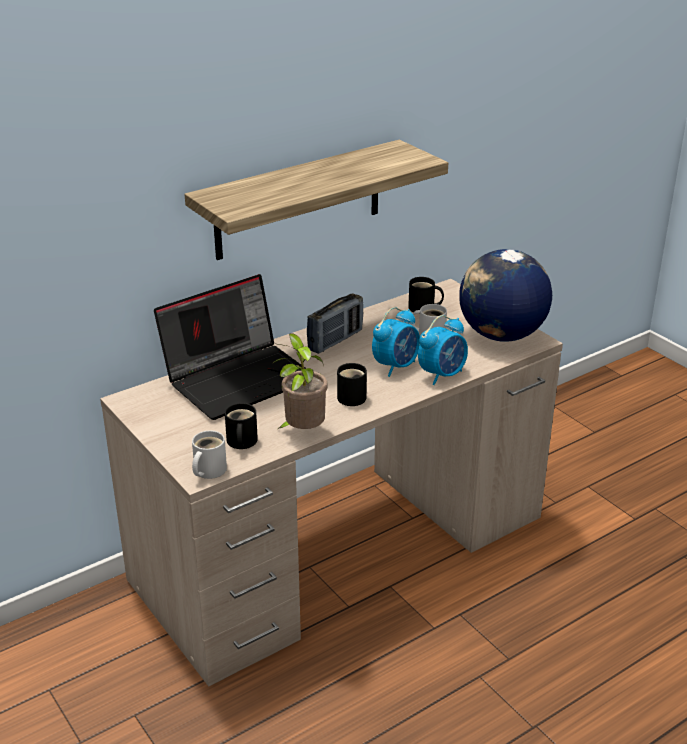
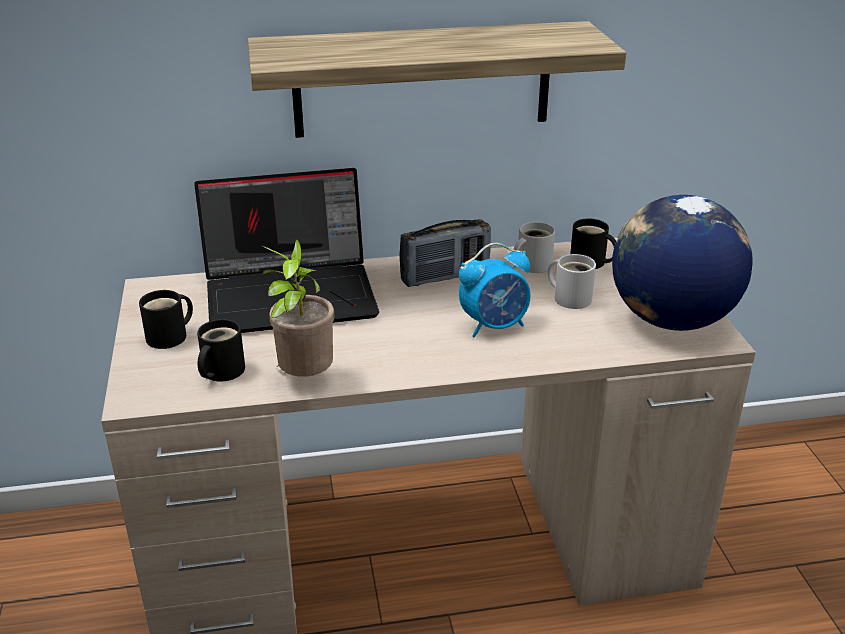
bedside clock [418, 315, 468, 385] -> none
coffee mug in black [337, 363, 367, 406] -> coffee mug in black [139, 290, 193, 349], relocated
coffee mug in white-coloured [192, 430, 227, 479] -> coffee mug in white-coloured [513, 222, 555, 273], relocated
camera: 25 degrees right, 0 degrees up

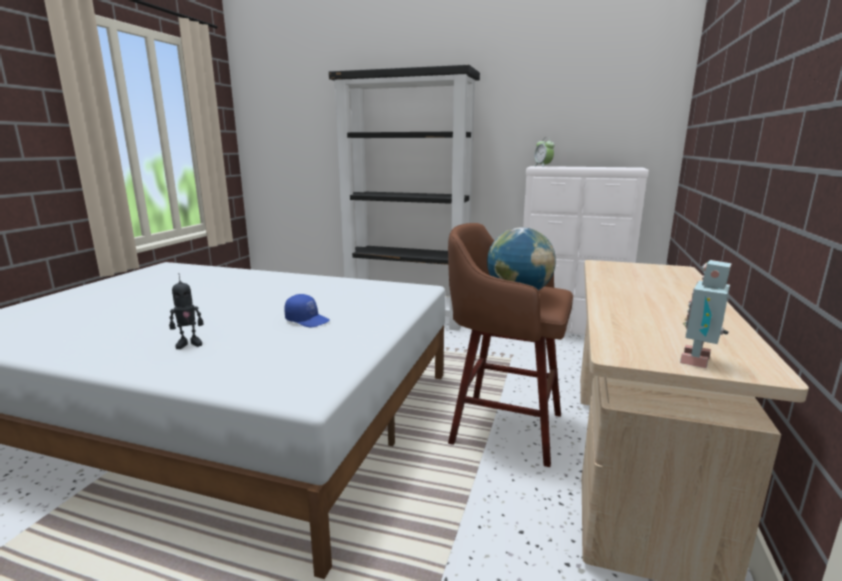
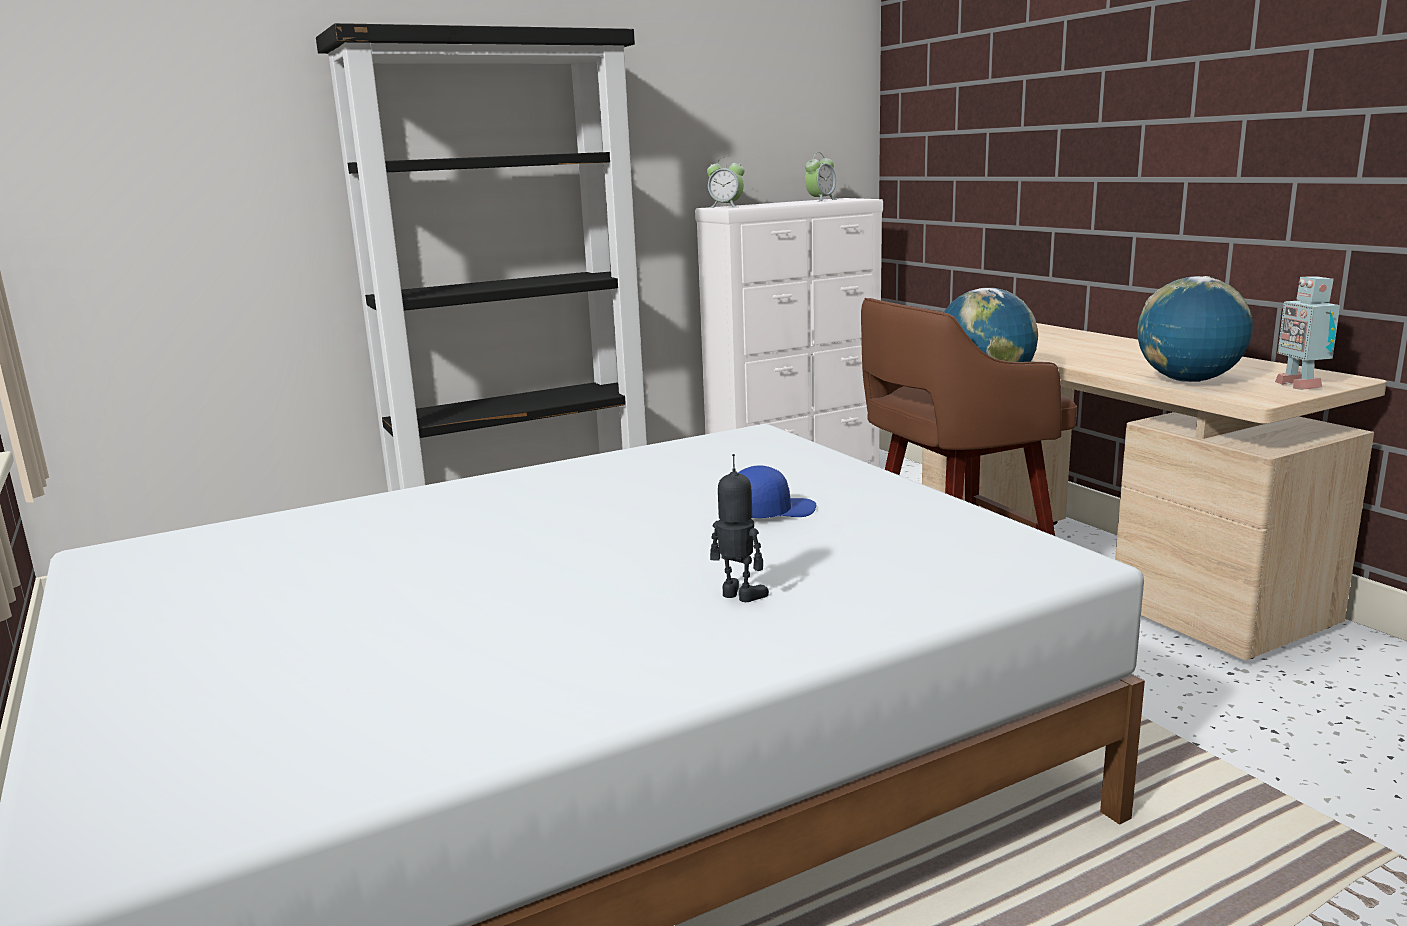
toy robot [169, 273, 204, 349] -> toy robot [710, 454, 769, 602], 75 degrees counterclockwise
none -> bedside clock [805, 153, 837, 202]
none -> world globe [1137, 276, 1253, 382]
camera: 45 degrees left, 0 degrees up

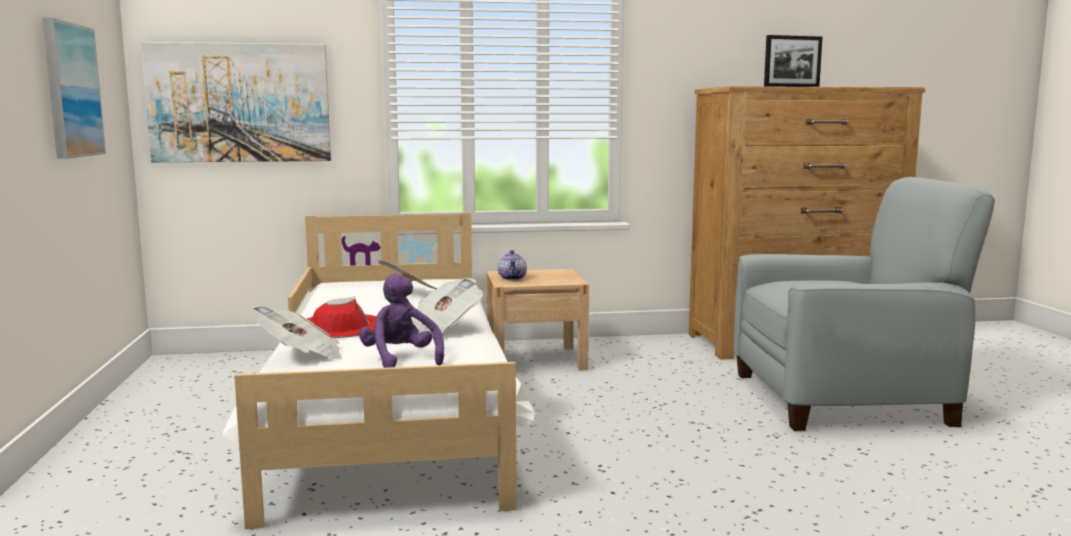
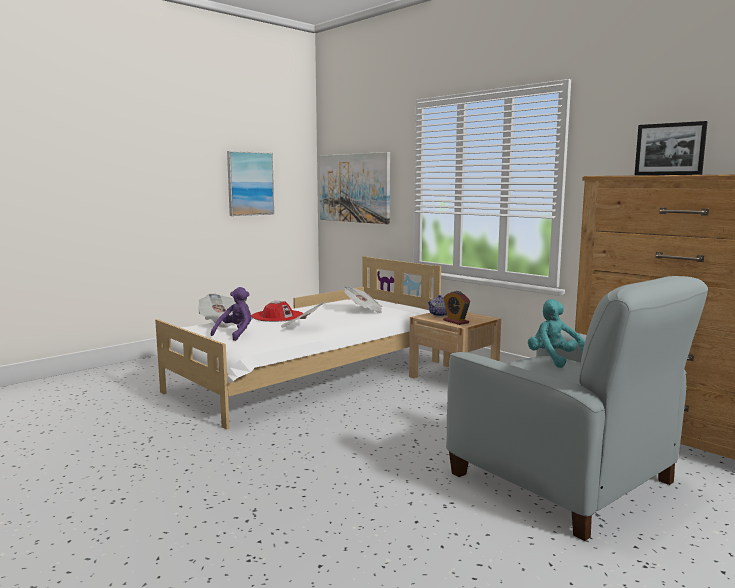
none -> bedside clock [443, 291, 470, 325]
none -> cuddly toy in turquoise [528, 299, 585, 368]
camera: 55 degrees right, 0 degrees up

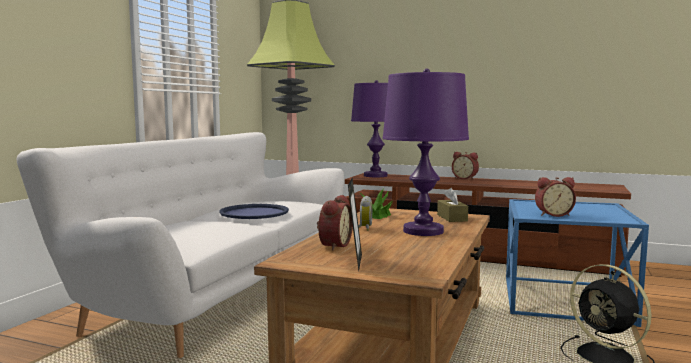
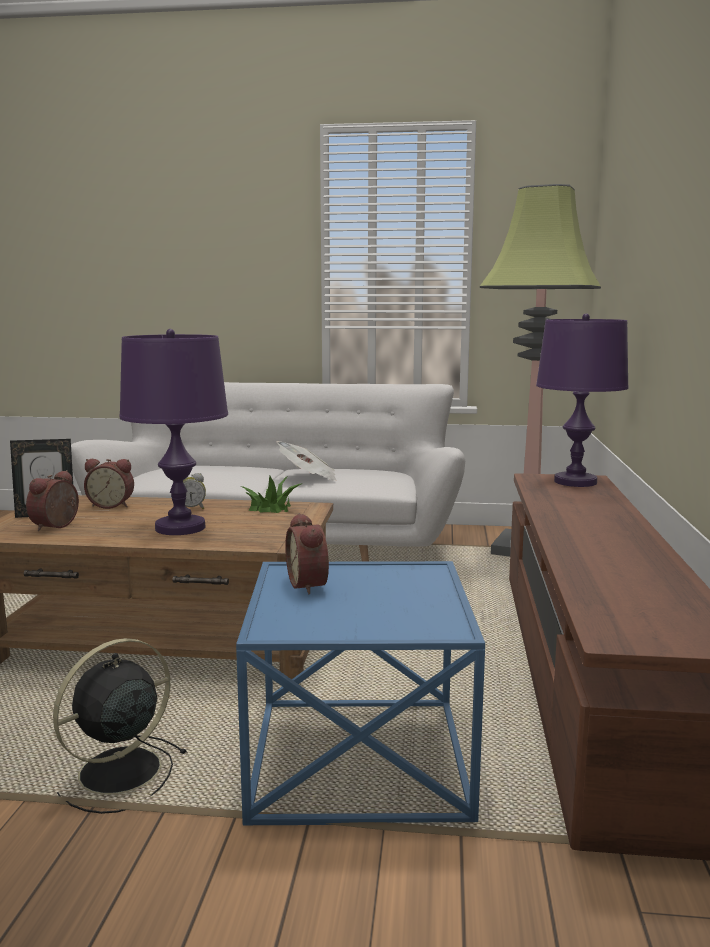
bedside clock [452, 152, 479, 180] -> bedside clock [26, 470, 79, 531], relocated
box of tissues in brown-coloured [437, 188, 468, 222] -> none
serving tray in blue-coloured [219, 204, 289, 219] -> printed paper [276, 441, 337, 481]
camera: 75 degrees right, 5 degrees up

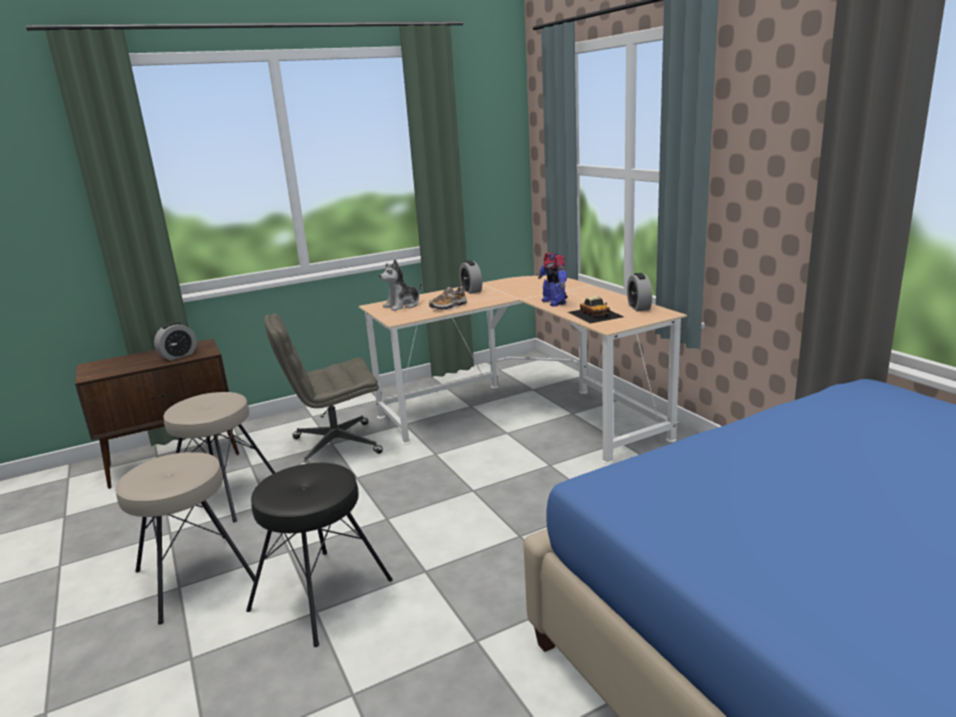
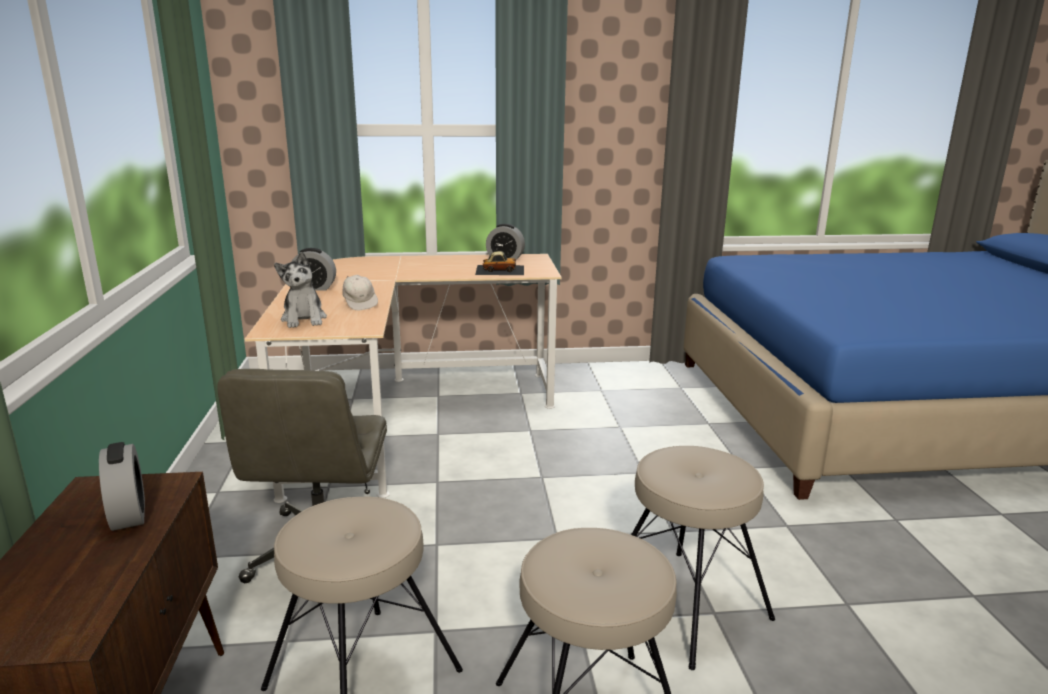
toy robot [538, 252, 568, 307] -> none
shoe [429, 287, 467, 310] -> peaked cap in white-coloured [343, 275, 378, 310]
stool seat in black [246, 463, 393, 647] -> stool seat in beige-coloured [631, 446, 775, 670]
camera: 70 degrees left, 0 degrees up

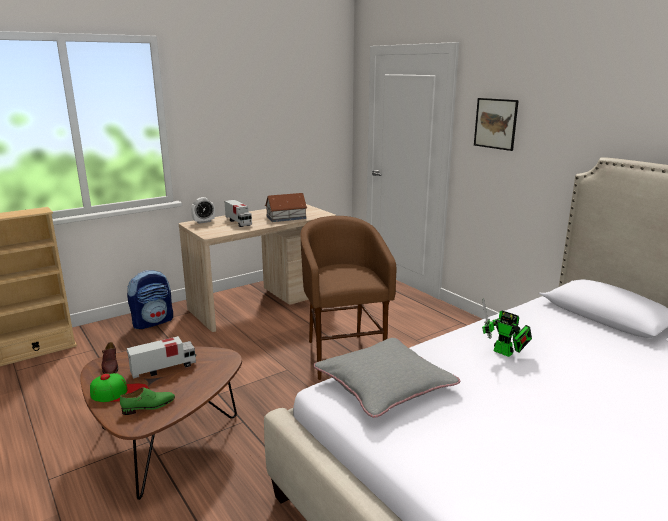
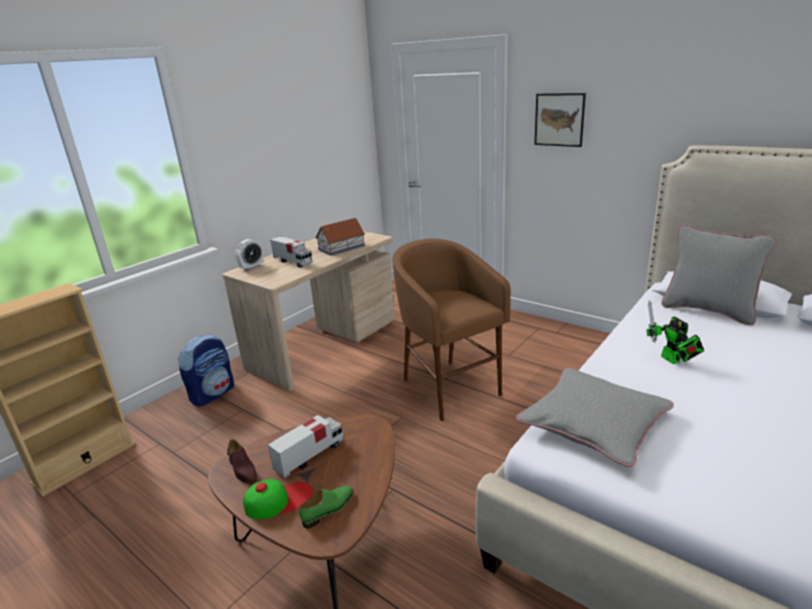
toy robot [482, 299, 532, 357] -> toy robot [646, 301, 704, 364], 45 degrees clockwise
none -> cushion in greyish [661, 224, 777, 325]
camera: 15 degrees left, 5 degrees up

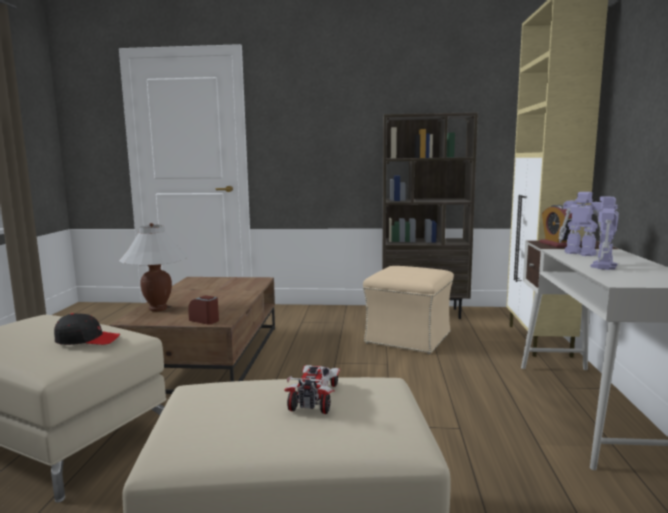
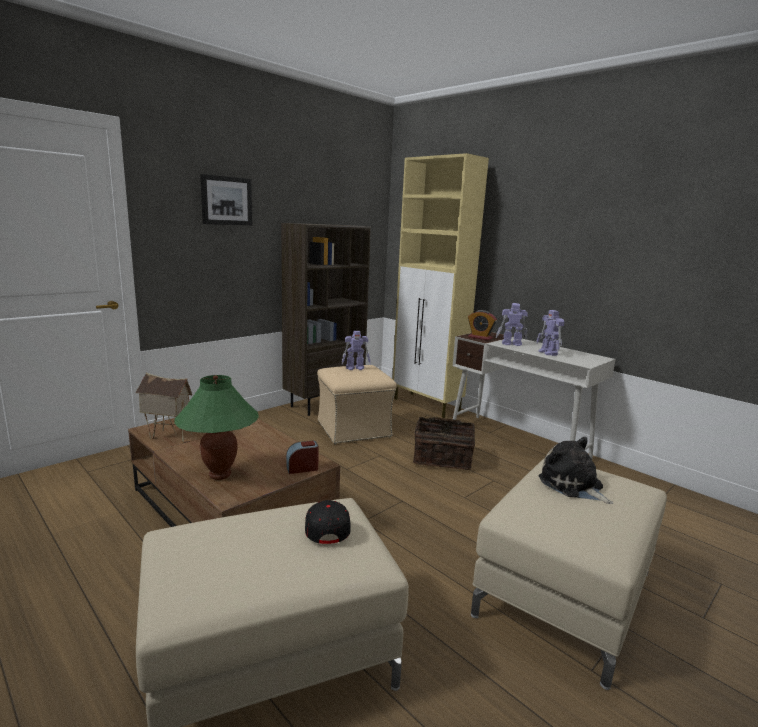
table lamp in white-coloured [119, 223, 188, 312] -> table lamp in green-coloured [174, 375, 259, 480]
peaked cap in black [54, 313, 120, 345] -> peaked cap in black [305, 500, 351, 544], 45 degrees counterclockwise
model car [284, 365, 341, 414] -> cuddly toy [539, 437, 613, 504]
none -> wall art [200, 174, 252, 225]
none -> toy robot [341, 331, 371, 370]
none -> miniature house [135, 373, 192, 442]
none -> household basket [413, 415, 475, 470]
camera: 50 degrees left, 5 degrees up

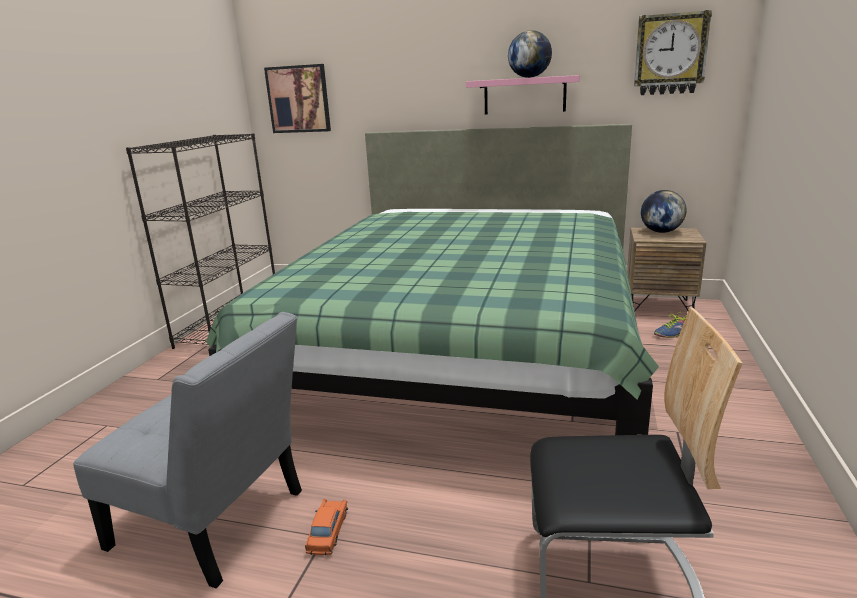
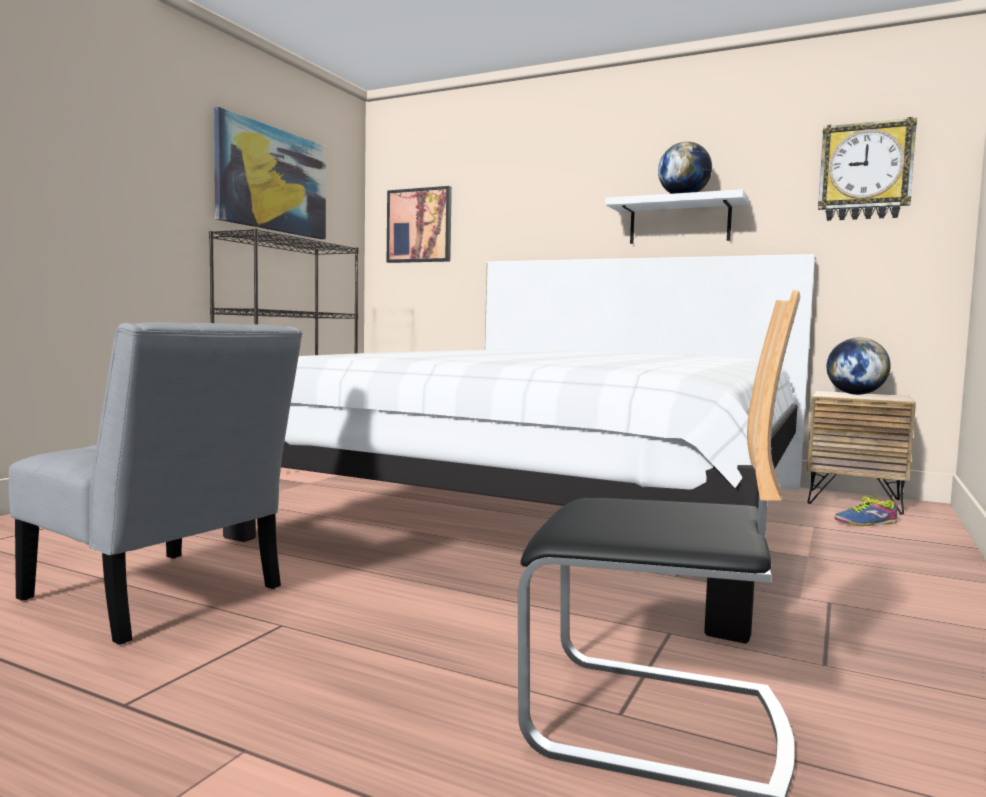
bracket shelf in pink-coloured [466, 75, 580, 115] -> bracket shelf in white-coloured [605, 189, 749, 244]
bedroom bed in green-coloured [206, 124, 659, 435] -> bedroom bed in white-coloured [223, 254, 815, 644]
model car in orange-coloured [305, 499, 348, 555] -> none
none -> wall art [214, 107, 326, 239]
camera: 10 degrees right, 15 degrees down

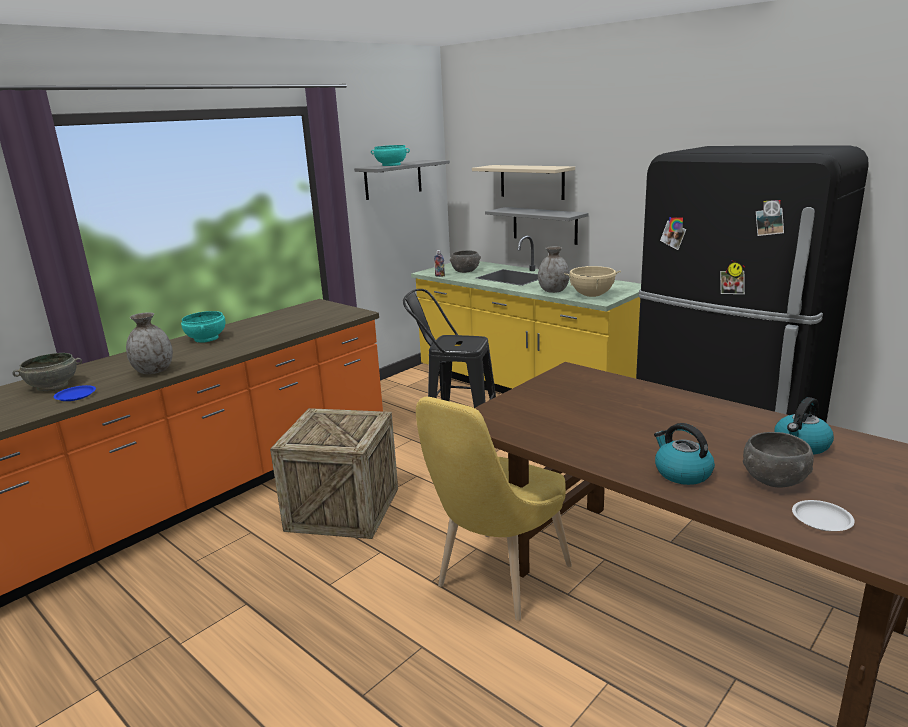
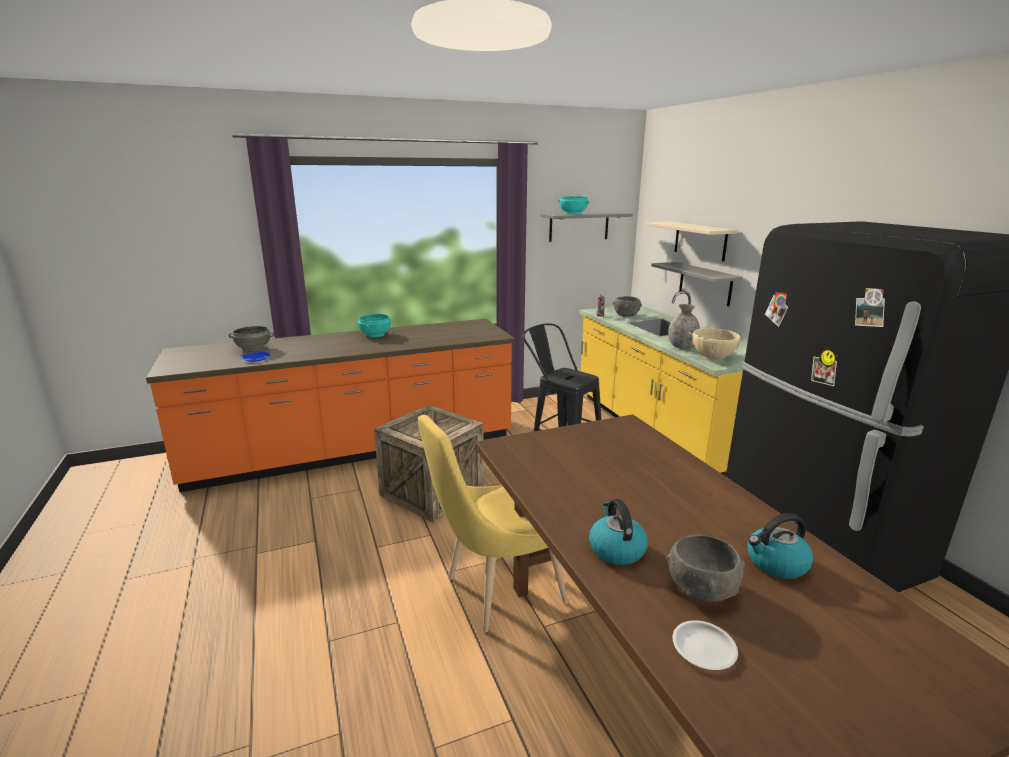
flower vase in greyish [126, 312, 173, 374] -> none
camera: 25 degrees right, 0 degrees up

